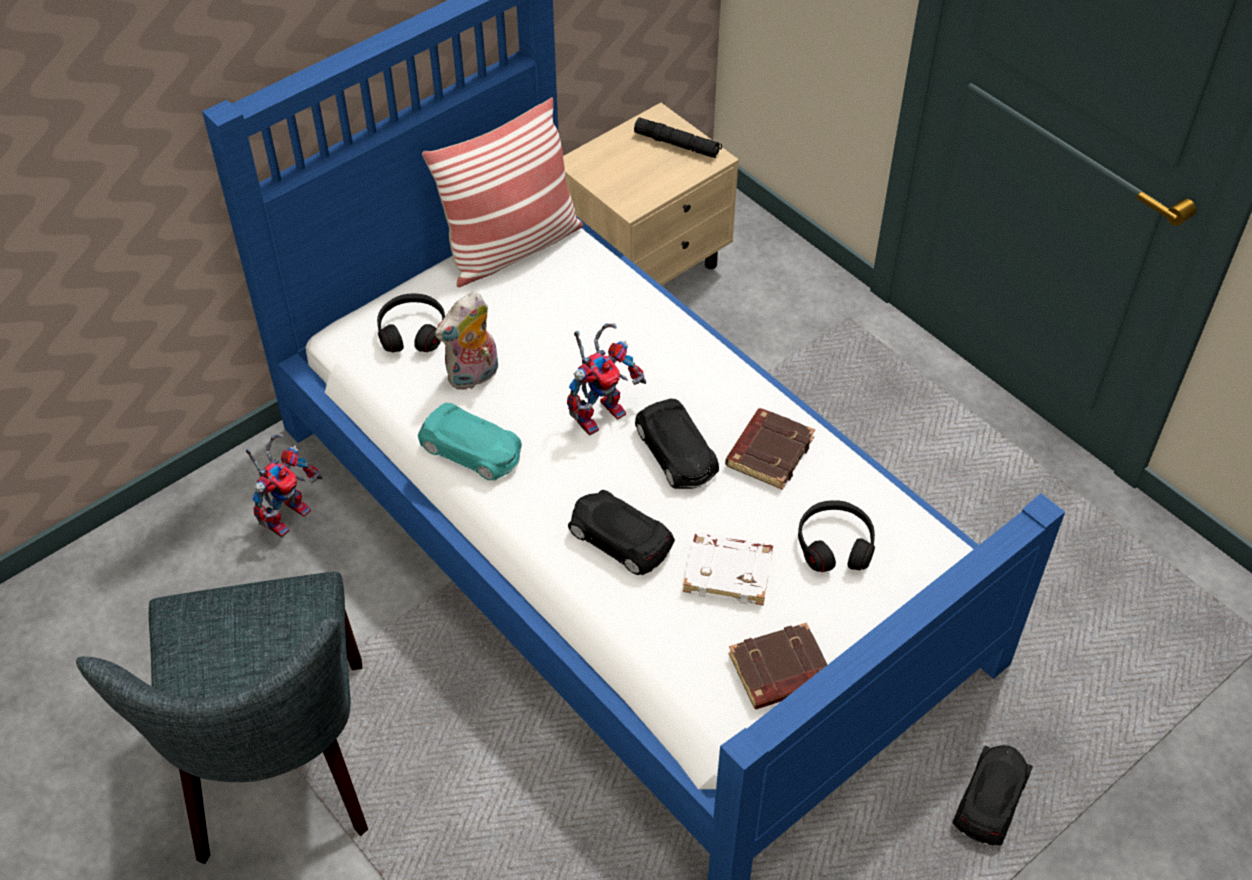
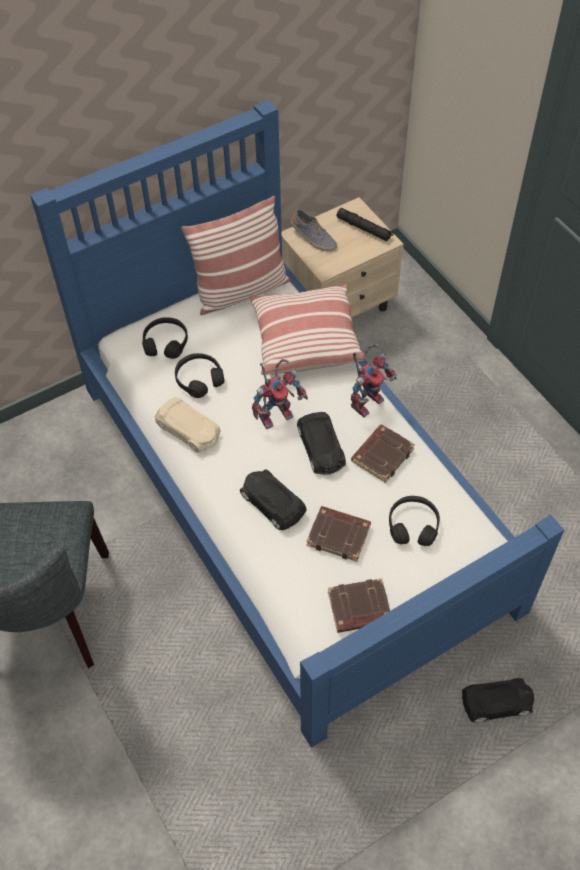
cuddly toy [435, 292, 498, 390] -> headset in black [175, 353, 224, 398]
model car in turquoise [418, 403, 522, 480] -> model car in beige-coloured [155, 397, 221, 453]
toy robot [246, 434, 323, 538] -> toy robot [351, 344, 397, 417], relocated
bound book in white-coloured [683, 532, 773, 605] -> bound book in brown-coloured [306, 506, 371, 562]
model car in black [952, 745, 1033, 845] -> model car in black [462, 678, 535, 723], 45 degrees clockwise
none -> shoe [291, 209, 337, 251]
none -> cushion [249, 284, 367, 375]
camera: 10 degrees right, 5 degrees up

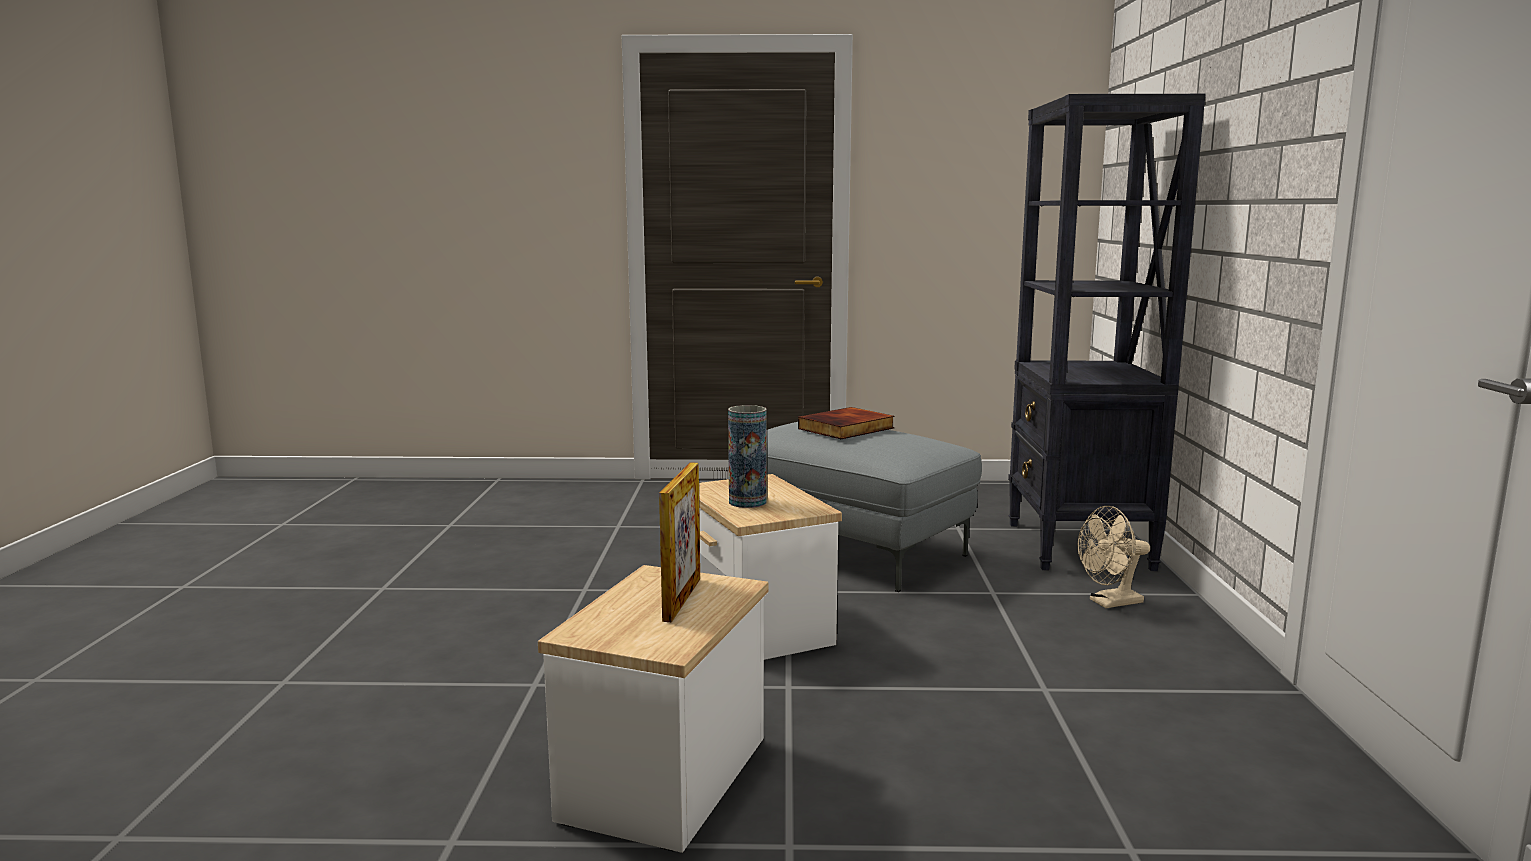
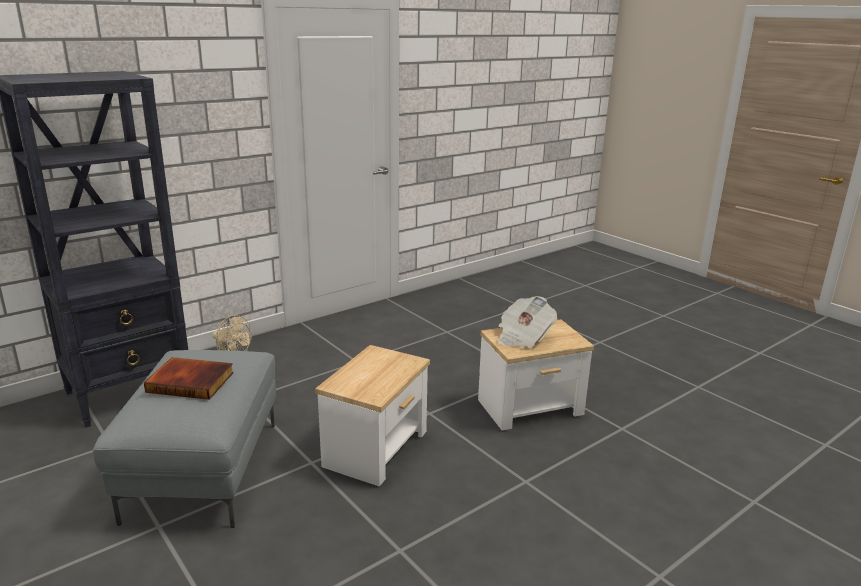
flower vase [728, 405, 767, 508] -> none
standing frame [659, 462, 700, 622] -> printed paper [498, 296, 557, 348]
camera: 130 degrees left, 10 degrees up

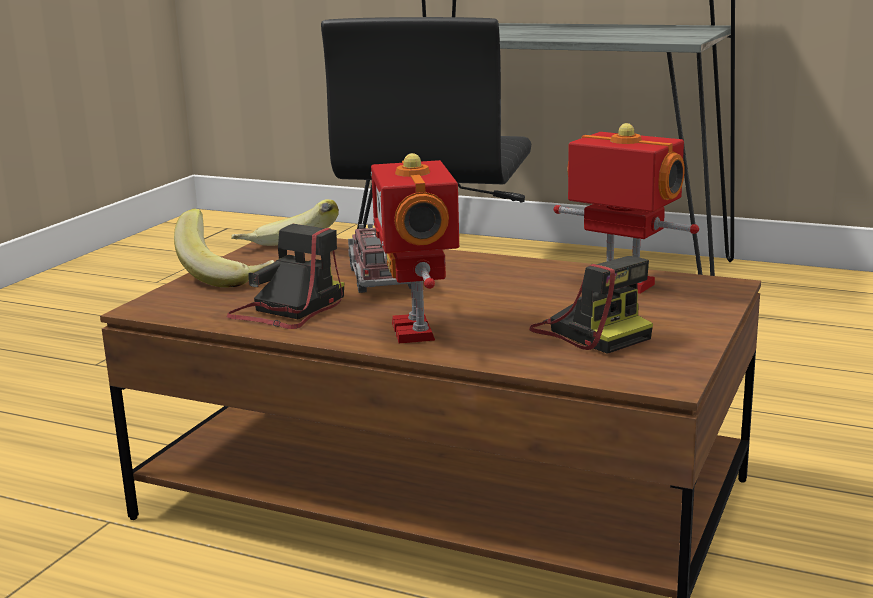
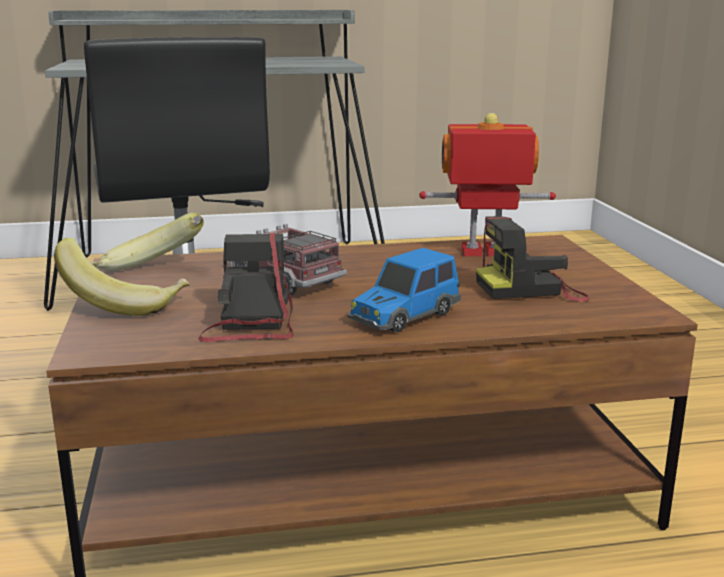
toy robot [371, 153, 459, 343] -> model car [348, 248, 461, 332]
photo camera [529, 256, 653, 354] -> photo camera [476, 216, 590, 302], 150 degrees clockwise
camera: 35 degrees left, 0 degrees up

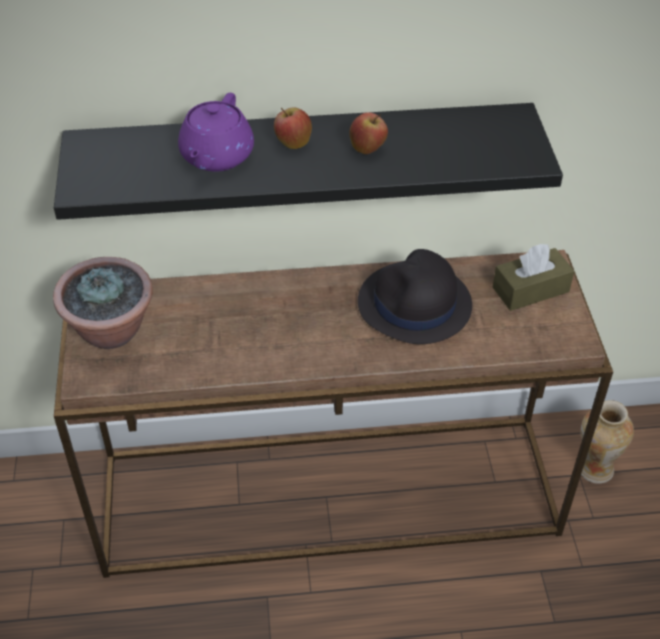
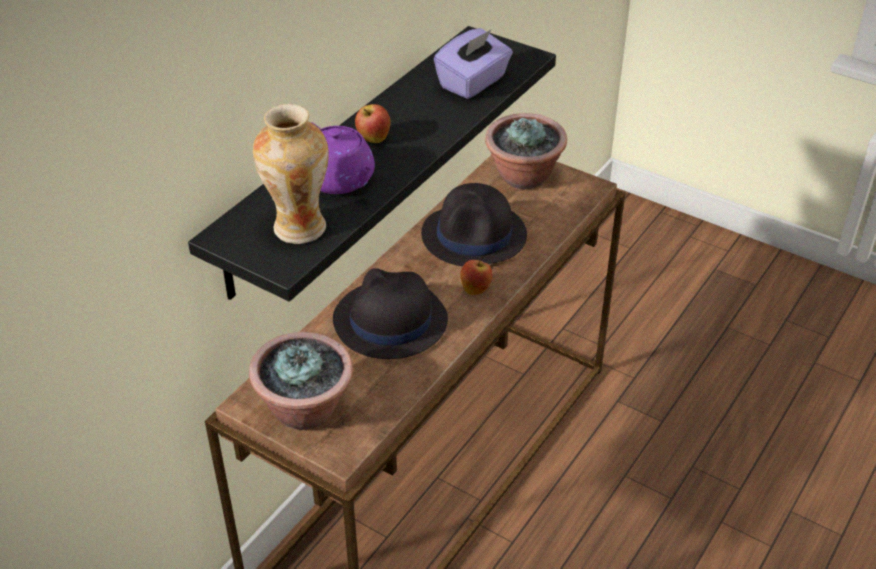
apple fruit [349, 113, 388, 154] -> apple fruit [460, 257, 493, 295], relocated
box of tissues in brown-coloured [493, 244, 574, 311] -> plant in a pot [485, 113, 567, 189]
flower vase [581, 400, 634, 484] -> flower vase [253, 104, 328, 244], relocated
none -> box of tissues in purple [434, 28, 513, 99]
none -> wearable hat in black [333, 269, 448, 359]
camera: 50 degrees left, 5 degrees down

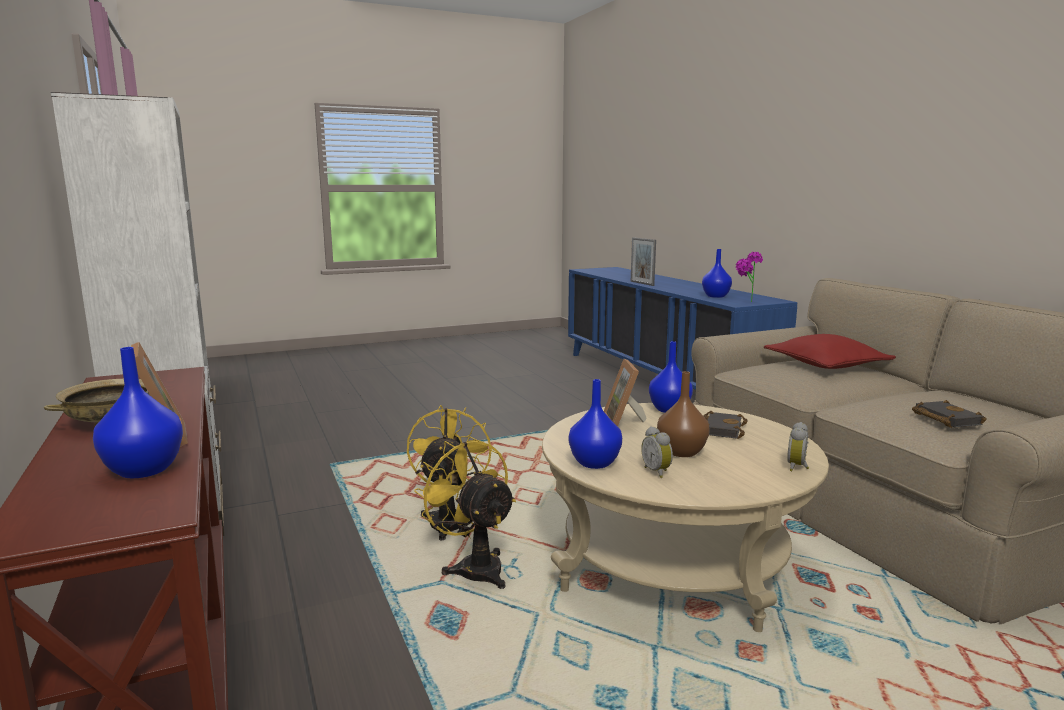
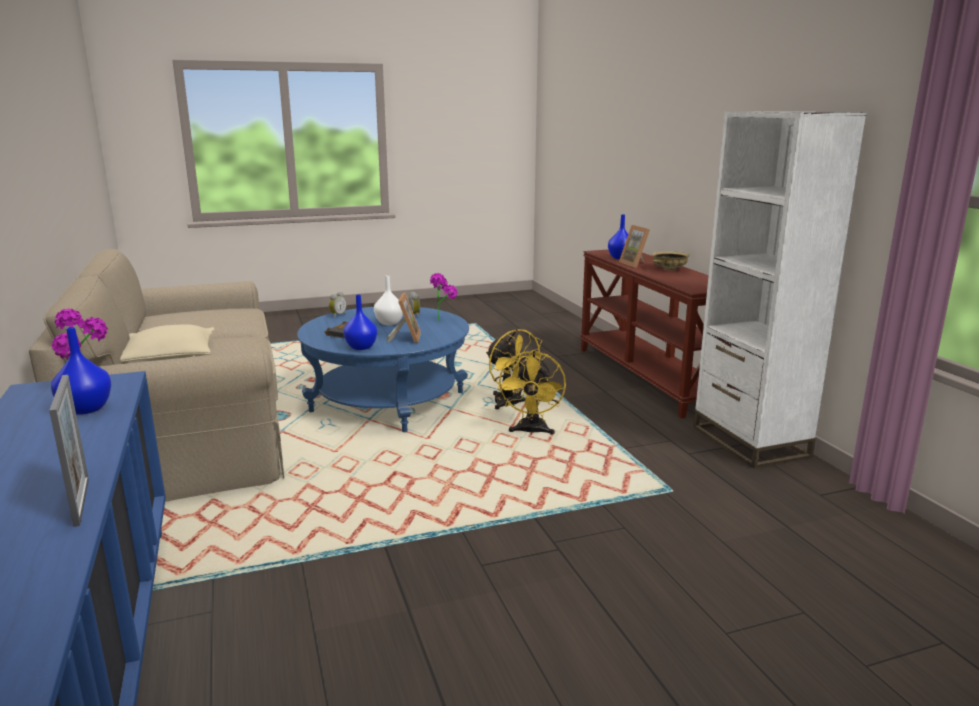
cushion in red-coloured [764, 334, 896, 369] -> cushion in beige-coloured [120, 325, 214, 362]
flower vase in brown-coloured [657, 371, 710, 457] -> flower vase in white-coloured [374, 275, 403, 325]
flower vase in blue-coloured [569, 379, 622, 469] -> plant in a pot [430, 273, 458, 321]
bound book in black [912, 400, 986, 428] -> none
low table in beige-coloured [542, 403, 829, 632] -> low table in blue-coloured [297, 307, 469, 432]
camera: 175 degrees left, 5 degrees up

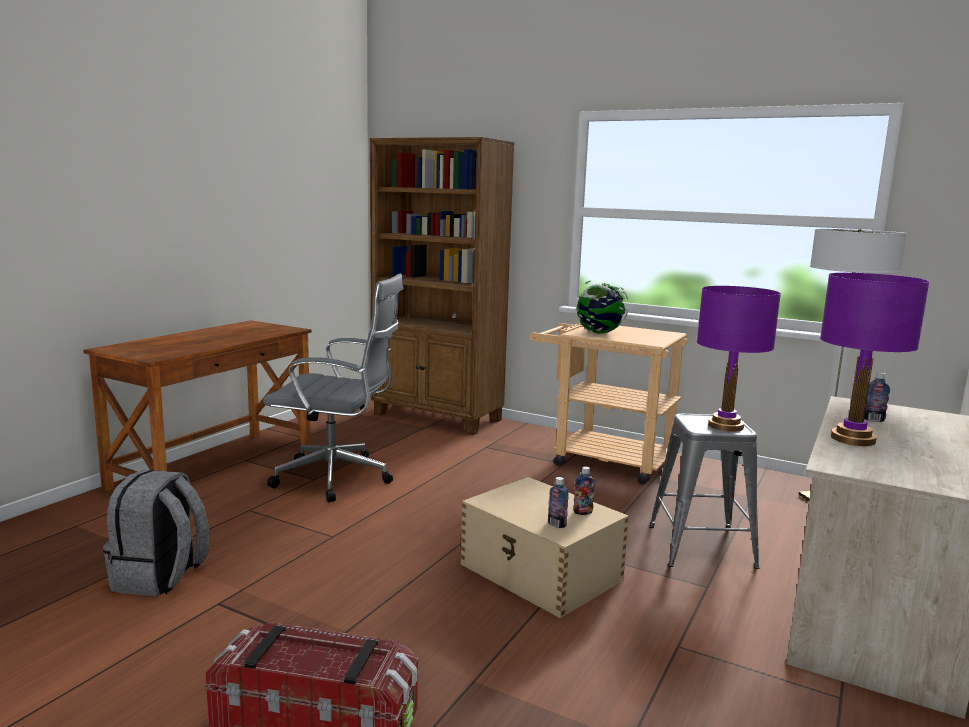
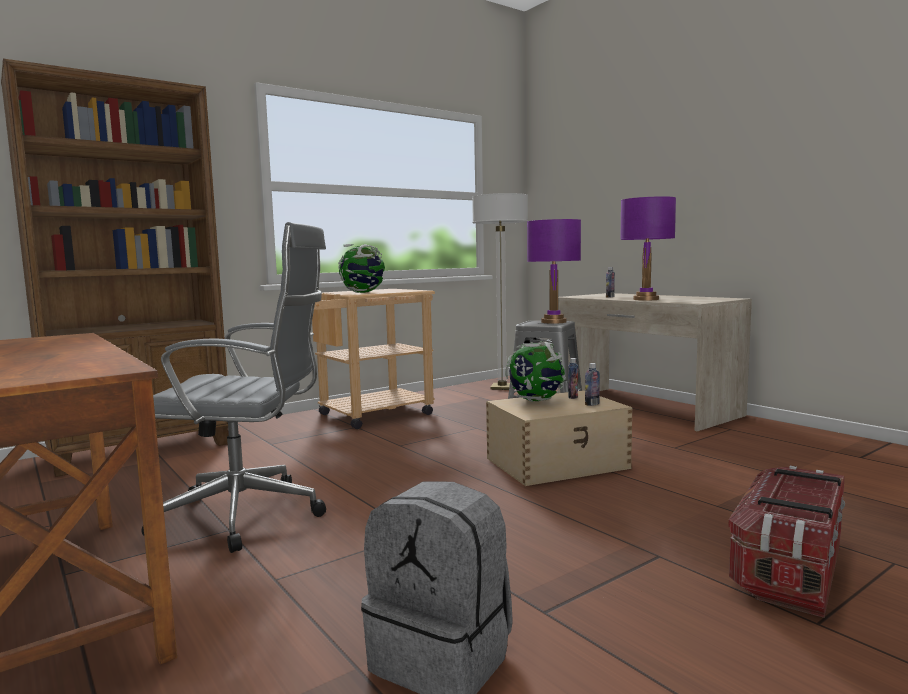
computer chair in greyish [263, 274, 404, 503] -> computer chair in greyish [141, 222, 326, 553], 60 degrees clockwise
none -> world globe [506, 341, 566, 402]
camera: 65 degrees left, 5 degrees down

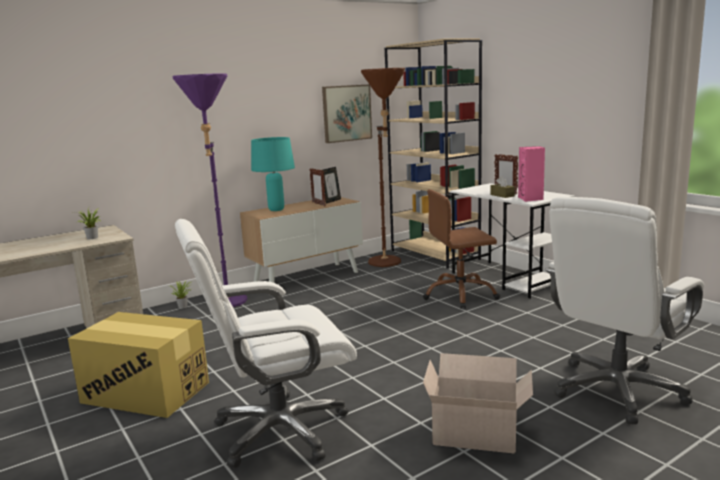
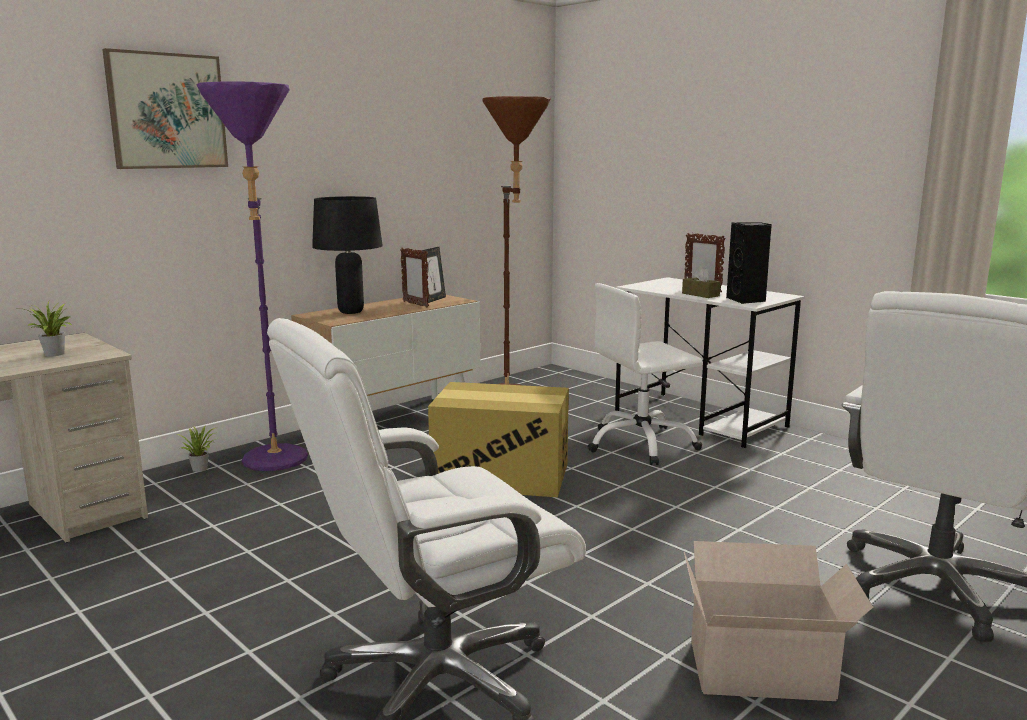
bookcase in beige-coloured [385, 39, 482, 269] -> none
wall art [322, 85, 372, 143] -> wall art [102, 48, 228, 169], relocated
table lamp in turquoise [251, 137, 295, 211] -> table lamp in black [312, 196, 383, 314]
loudspeaker in pink-coloured [518, 146, 545, 202] -> loudspeaker in black [726, 222, 772, 304]
computer chair in brown-coloured [423, 189, 500, 309] -> computer chair in white-coloured [588, 283, 703, 465]
packing box [68, 312, 209, 418] -> packing box [428, 382, 569, 497], relocated
camera: 10 degrees left, 0 degrees up

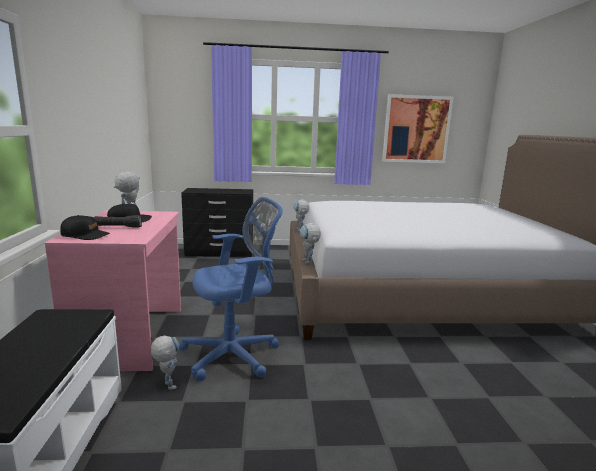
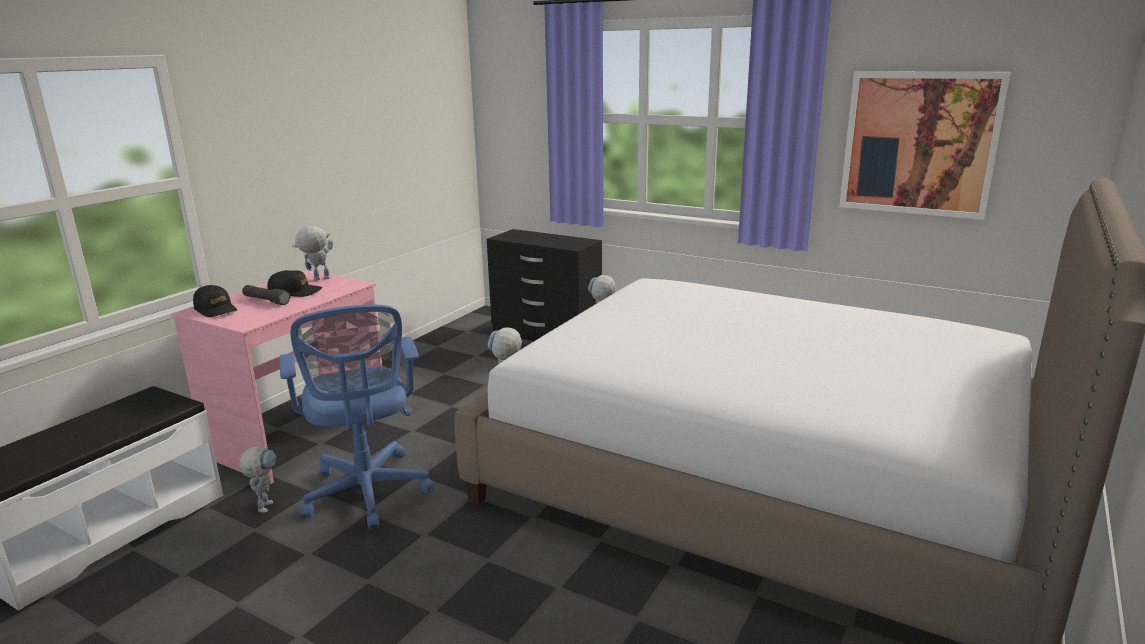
computer chair in blue-coloured [179, 197, 283, 381] -> computer chair in blue-coloured [280, 305, 434, 529], 60 degrees clockwise
camera: 35 degrees right, 5 degrees up

